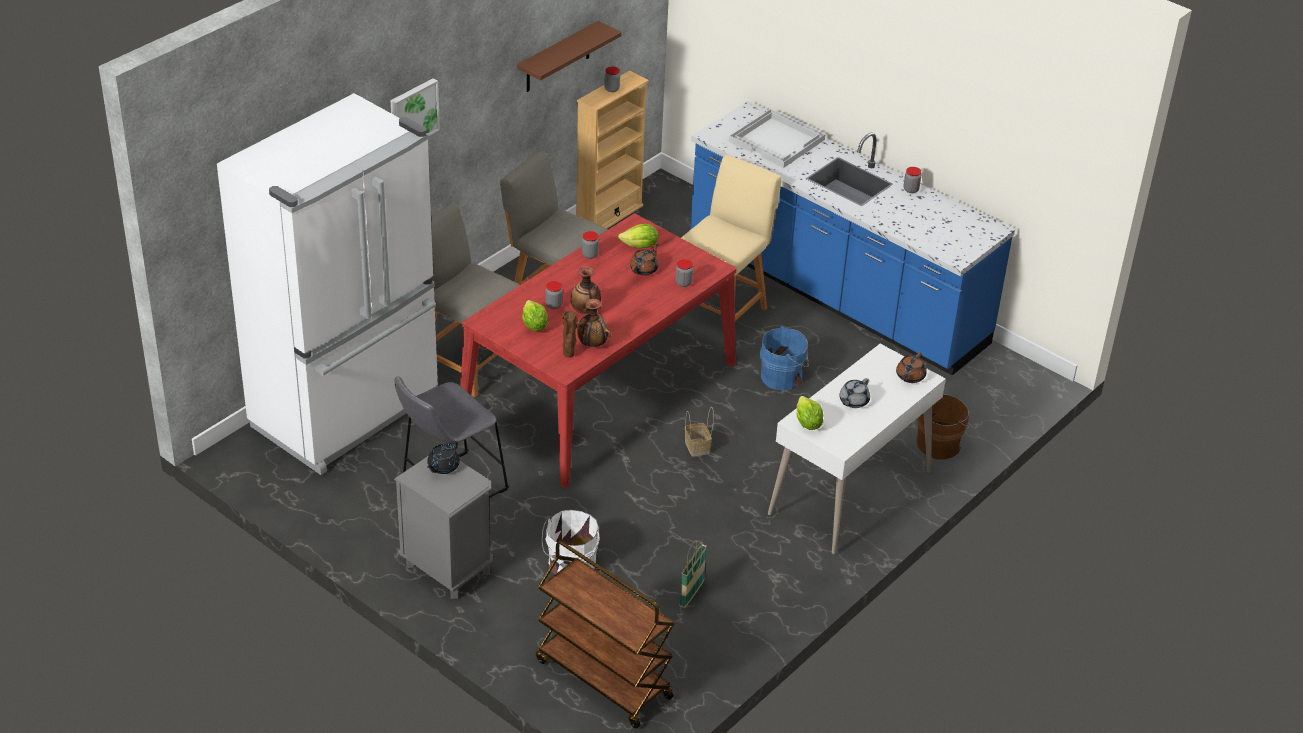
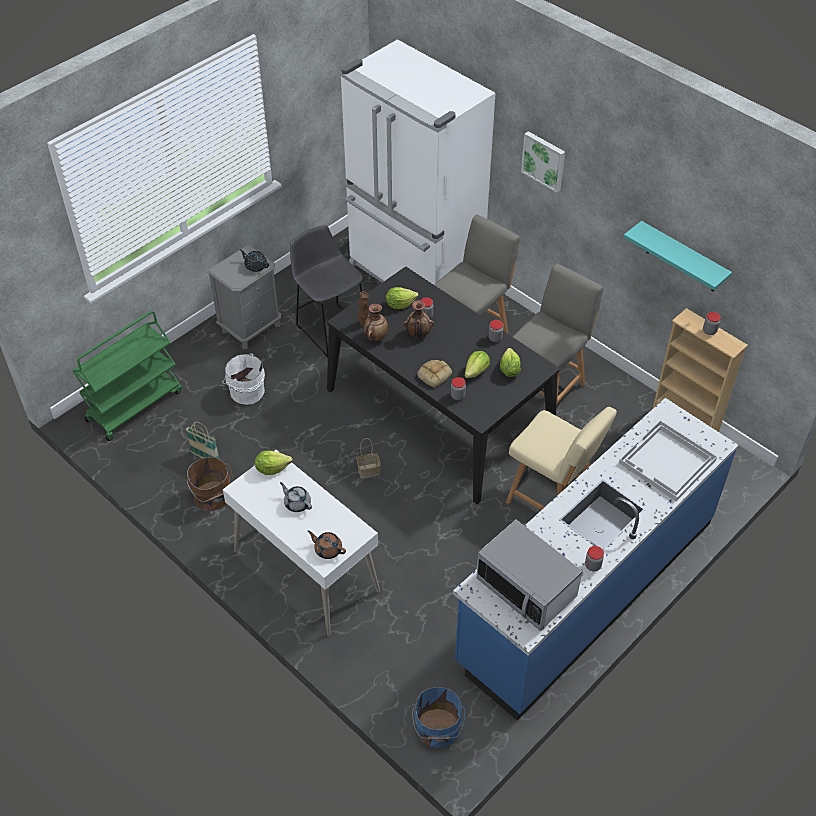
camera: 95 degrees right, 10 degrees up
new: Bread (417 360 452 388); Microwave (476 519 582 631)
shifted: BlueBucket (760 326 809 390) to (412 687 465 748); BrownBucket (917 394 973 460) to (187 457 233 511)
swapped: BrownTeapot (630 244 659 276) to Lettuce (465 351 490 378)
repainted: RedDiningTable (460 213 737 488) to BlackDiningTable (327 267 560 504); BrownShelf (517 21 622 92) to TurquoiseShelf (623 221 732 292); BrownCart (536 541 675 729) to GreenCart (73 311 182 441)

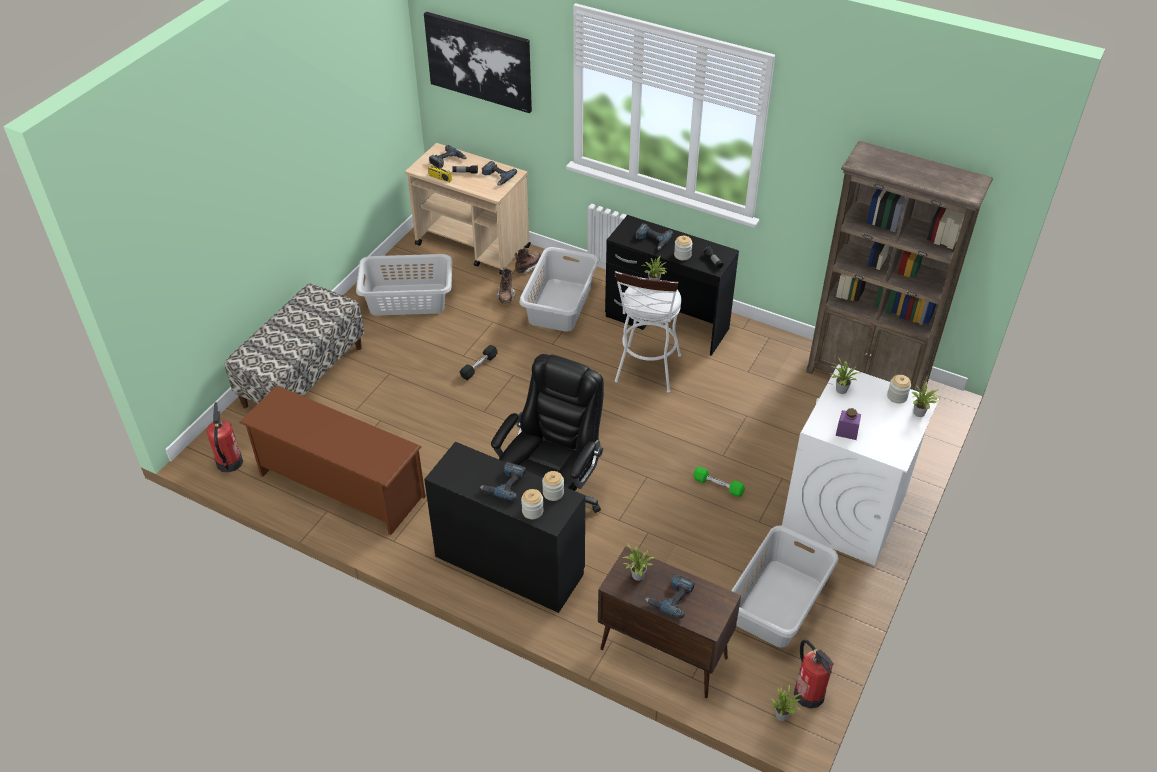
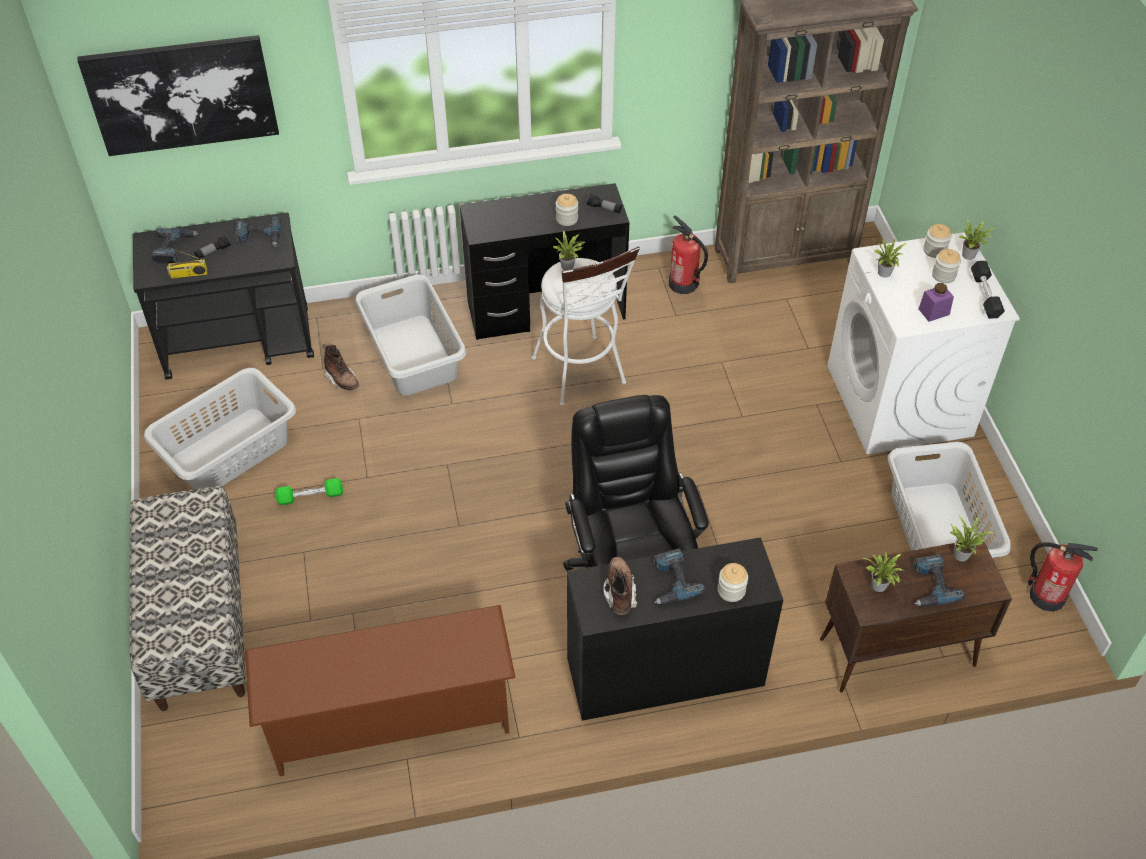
camera: 40 degrees left, 5 degrees up
gone: PowerDrill (635 223 673 250)
shifted: FireExtinguisher (206 402 243 473) to (669 215 708 294); BlackDumbbell (460 345 498 380) to (971 261 1005 318); BrownBoot (515 249 541 275) to (603 557 637 615); Jar (542 471 564 501) to (932 249 961 283); GreenDumbbell (693 467 745 497) to (275 478 343 505); PottedPlant (771 684 801 721) to (950 516 995 562)
repainted: BeigeCart (405 143 531 275) to BlackCart (133 213 314 380)

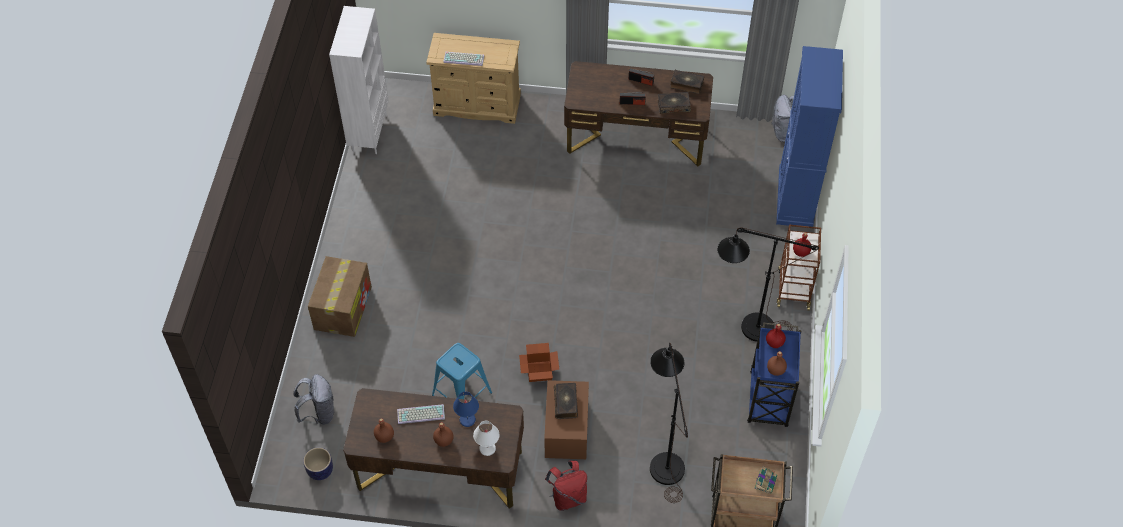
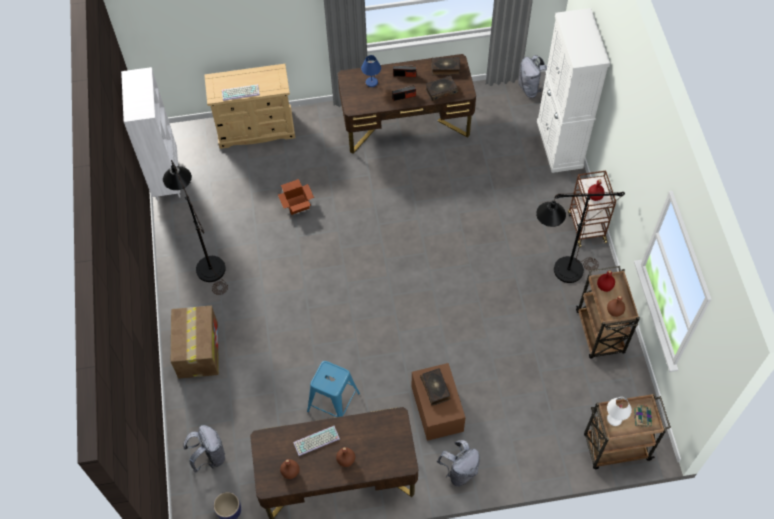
camera: 15 degrees left, 5 degrees up
shifted: BlueTableLamp (453 392 479 427) to (361 55 381 87); WhiteTableLamp (473 421 499 456) to (607 397 632 426); CardboardBox (519 343 559 382) to (278 179 314 215); BlackFloorLamp (650 343 688 503) to (163 160 228 295)
repainted: RedBackpack (545 461 587 511) to GreyBackpack (437 440 480 486); BlueCart (748 323 801 427) to BrownCart (576 266 640 358); BlueCabinet (776 46 843 227) to WhiteCabinet (537 8 610 173)

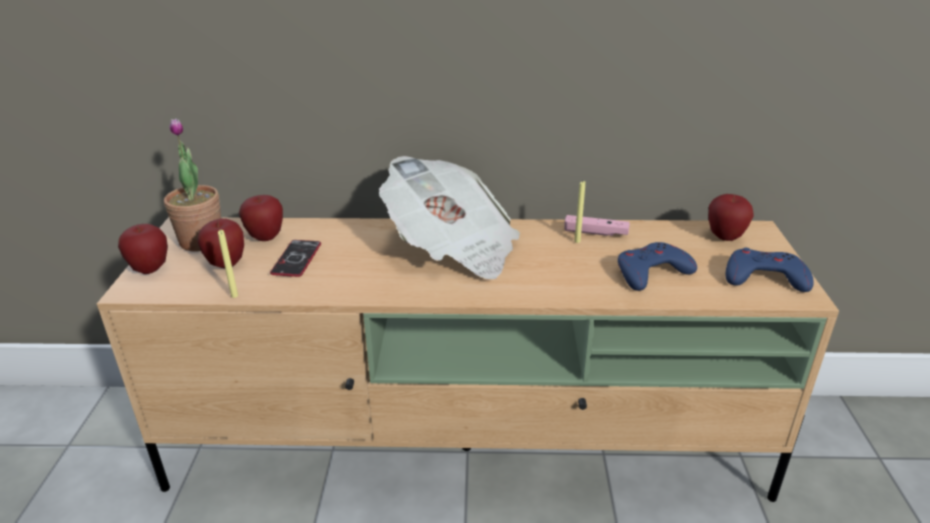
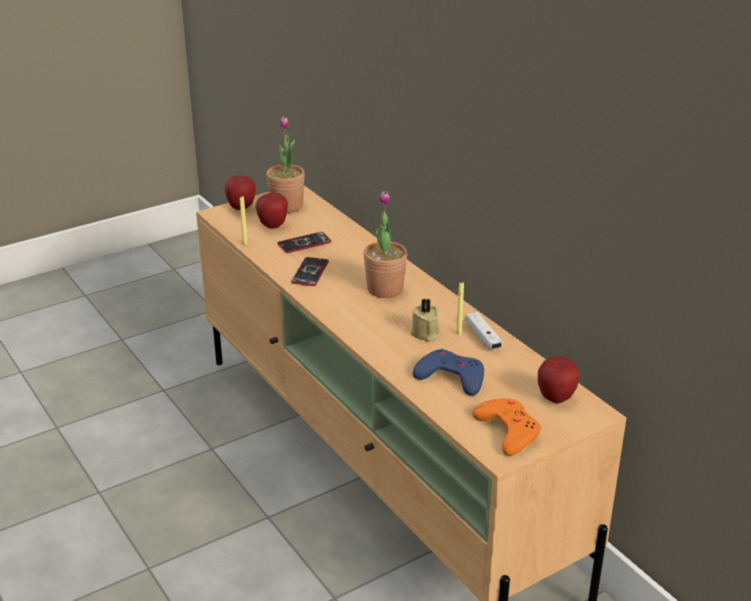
camera: 55 degrees right, 0 degrees up
gone: Apple (239 195 283 241)
new: Phone (291 257 329 286); BeigeCandle (410 298 440 342)
swapped: Newspaper (379 156 520 279) to PottedPlant (363 191 407 298)
repainted: PinkGameController (565 215 630 236) to WhiteGameController (466 312 503 350); BlueGameController (726 247 814 292) to OrangeGameController (472 398 541 456)

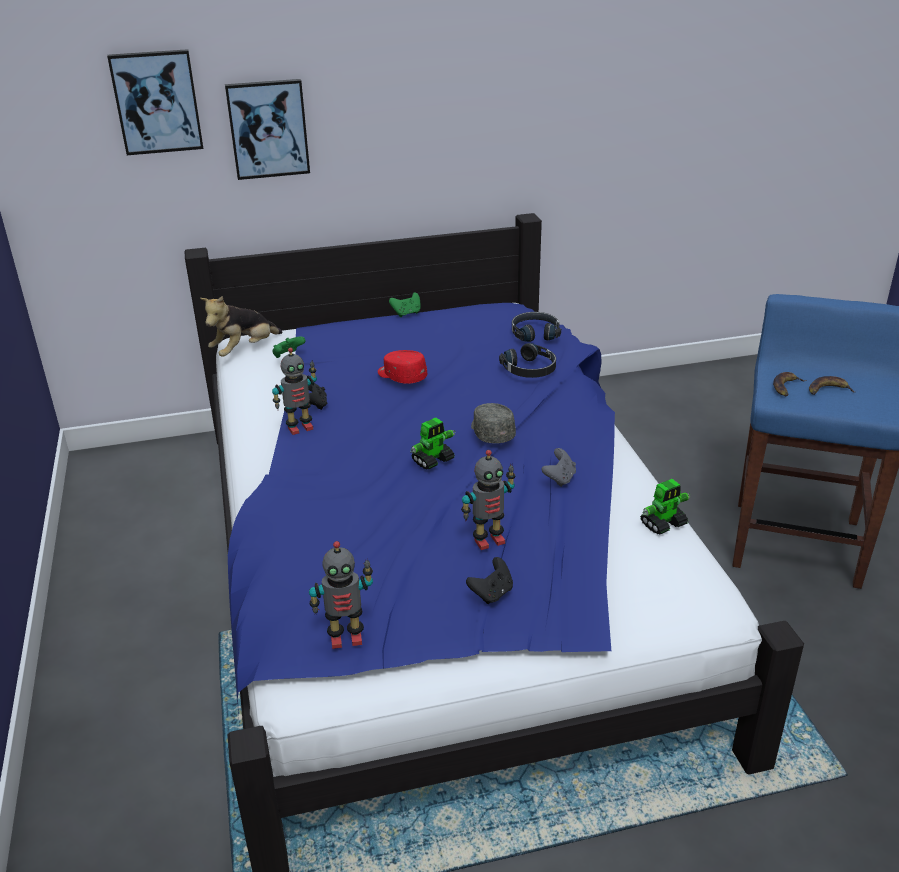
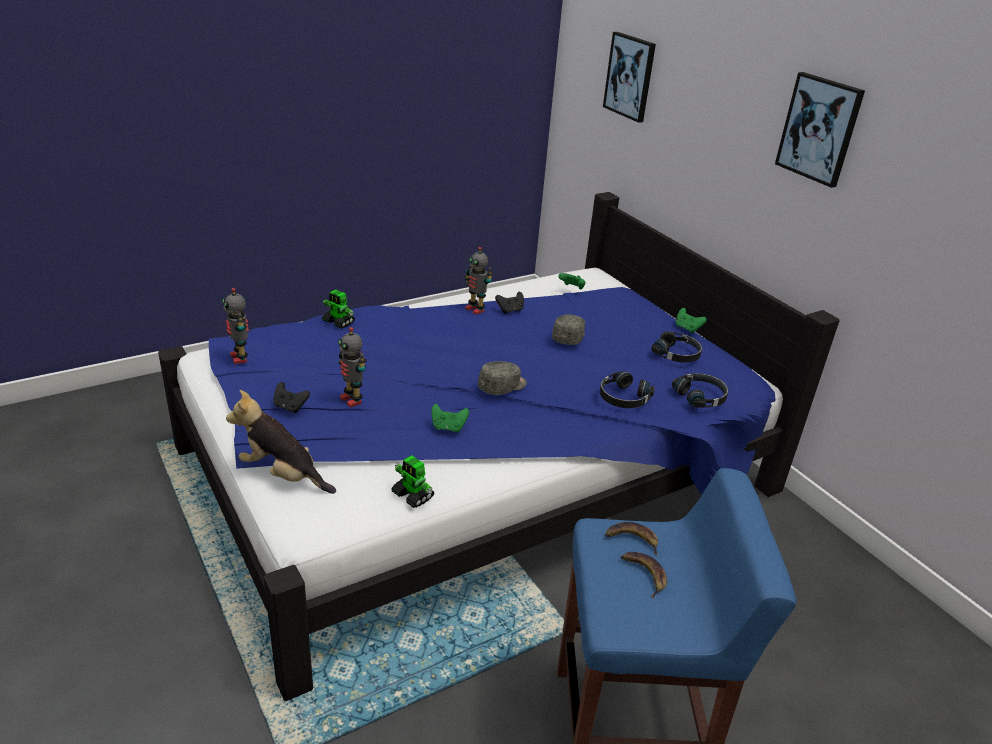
camera: 70 degrees right, 0 degrees up
new: BlackHeadphones (651 331 702 363)
shifted: PlushToy (200 296 282 357) to (226 390 336 494); Picture (225 79 310 180) to (775 72 865 188); ToyRobot (410 417 455 470) to (322 289 355 329)
repainted: RedCap (378 350 427 384) to GreyCap (552 315 585 345); GreyGameController (541 448 576 487) to GreenGameController (432 404 469 432)

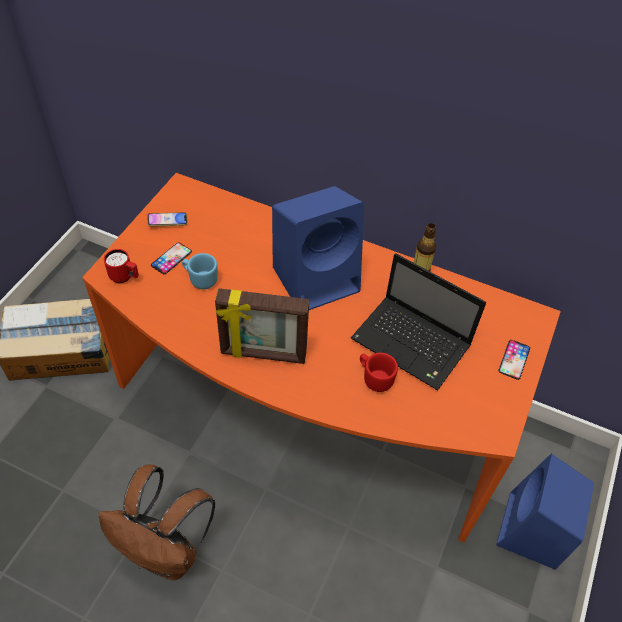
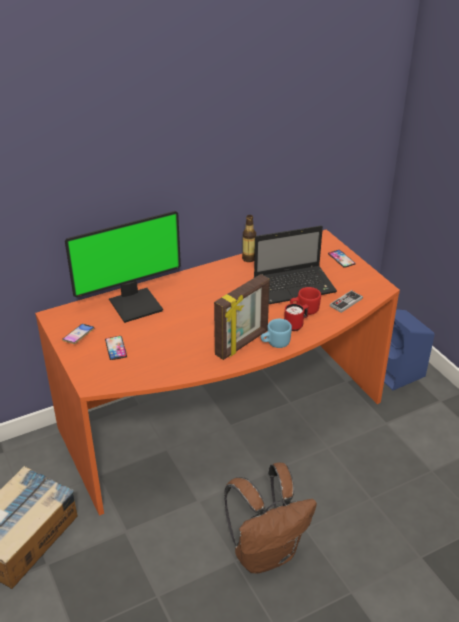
camera: 50 degrees left, 15 degrees down
gone: BlueSpeaker (272 186 364 310)
new: Monitor (65 211 181 323); GameController (330 290 363 313)
shifted: RedMug (104 249 139 283) to (284 303 309 331); BlueMug (182 253 218 289) to (260 319 292 348)

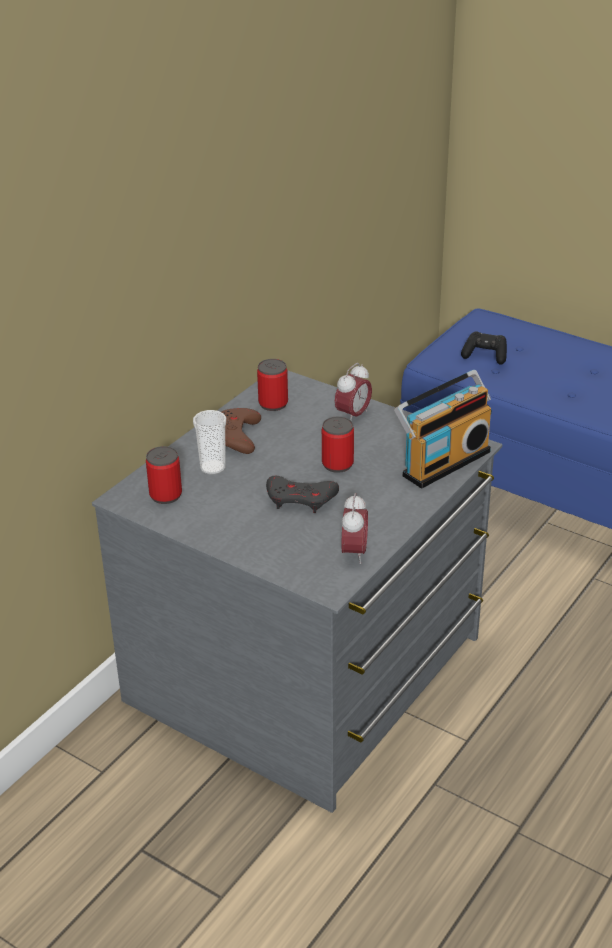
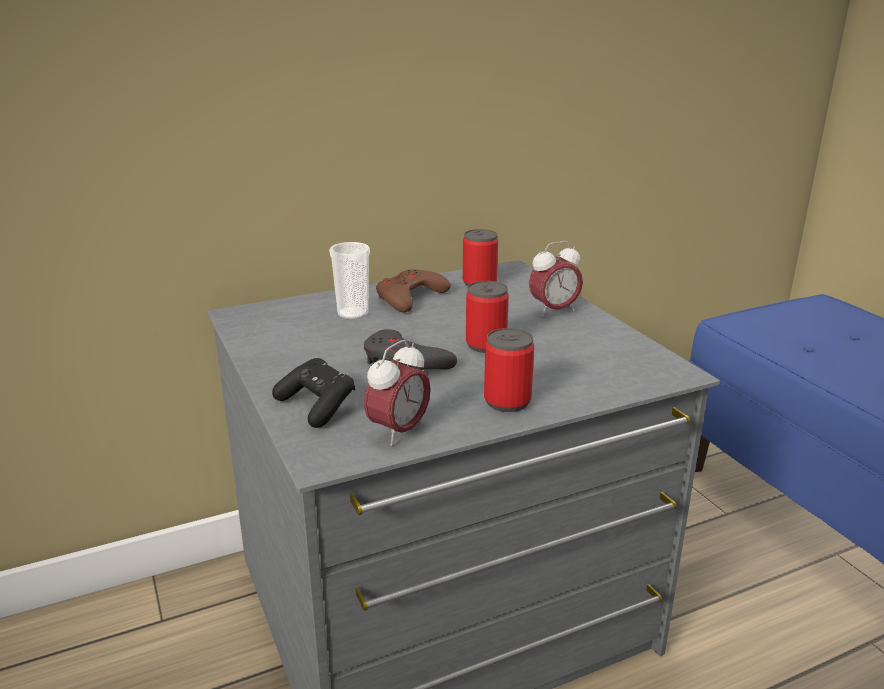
camera: 30 degrees right, 10 degrees down
gone: Radio (394 370 492 489)
shifted: Can (146 446 182 504) to (484 328 534 412); BlackGameController (461 331 507 364) to (272 358 355 428)

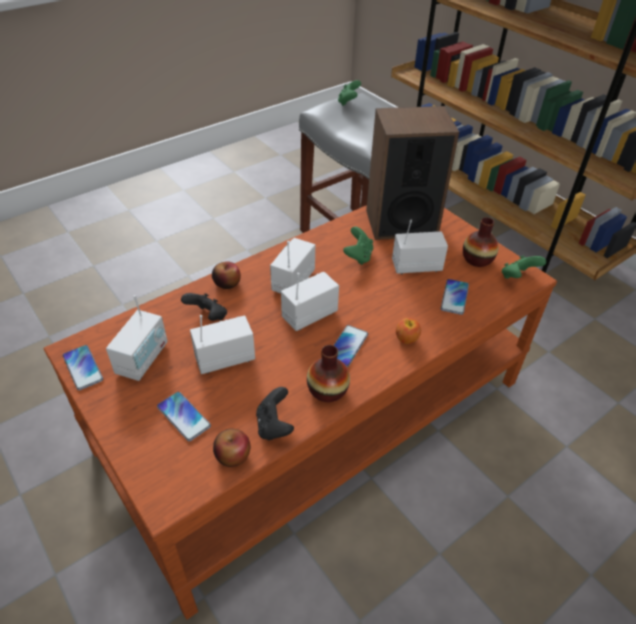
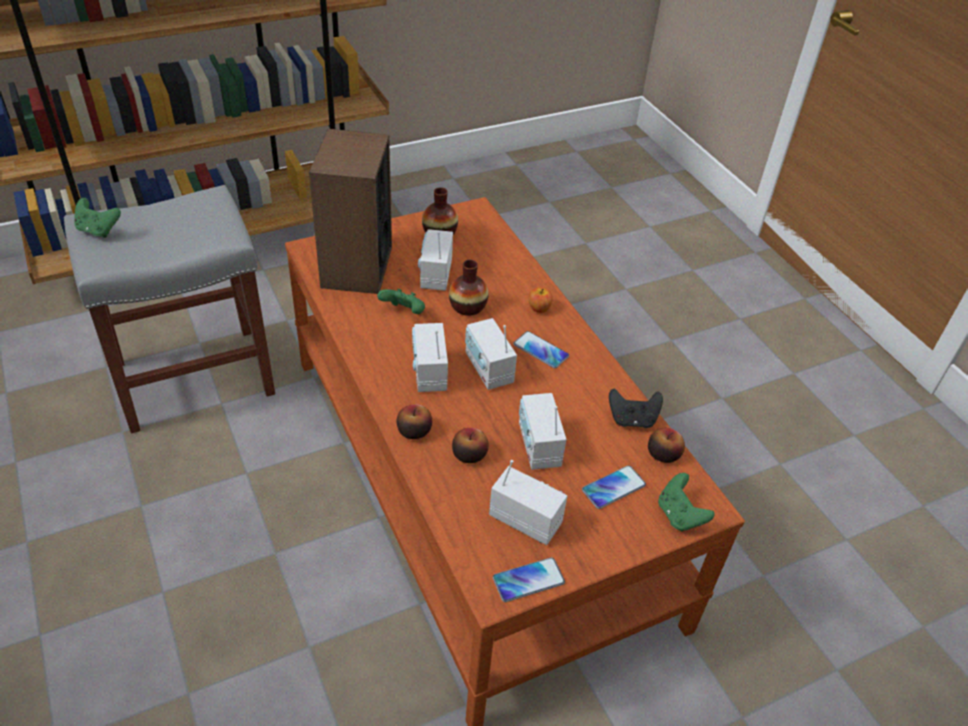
camera: 80 degrees left, 0 degrees up
gone: Phone (441 279 469 315)
shifted: Vase (307 345 350 402) to (449 260 488 316); GreenGameController (502 255 546 279) to (658 473 714 531)
swapped: BlackGameController (181 293 227 321) to Apple (452 428 489 463)
rotated: Radio (270 238 315 294) = (412 323 448 392) 45 degrees clockwise

